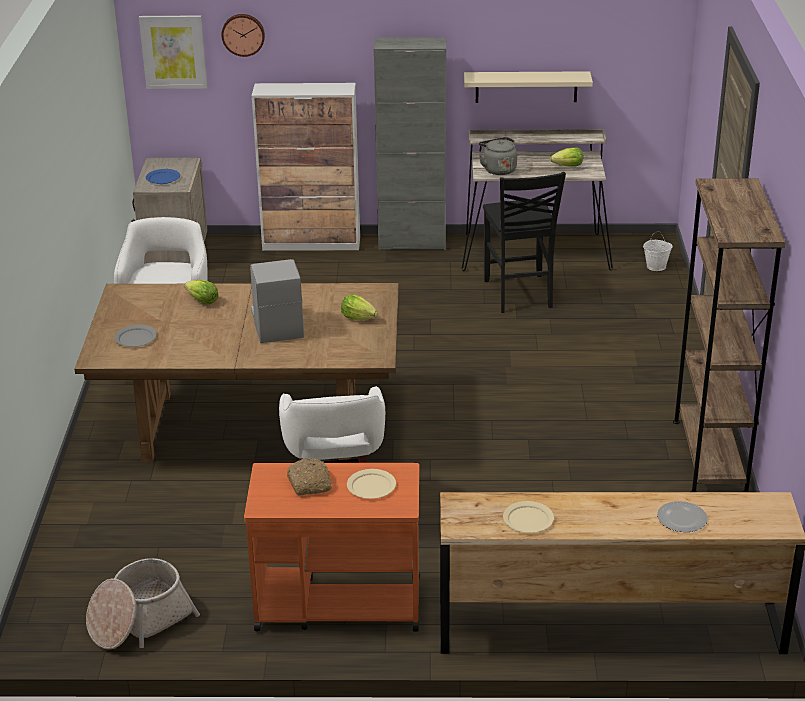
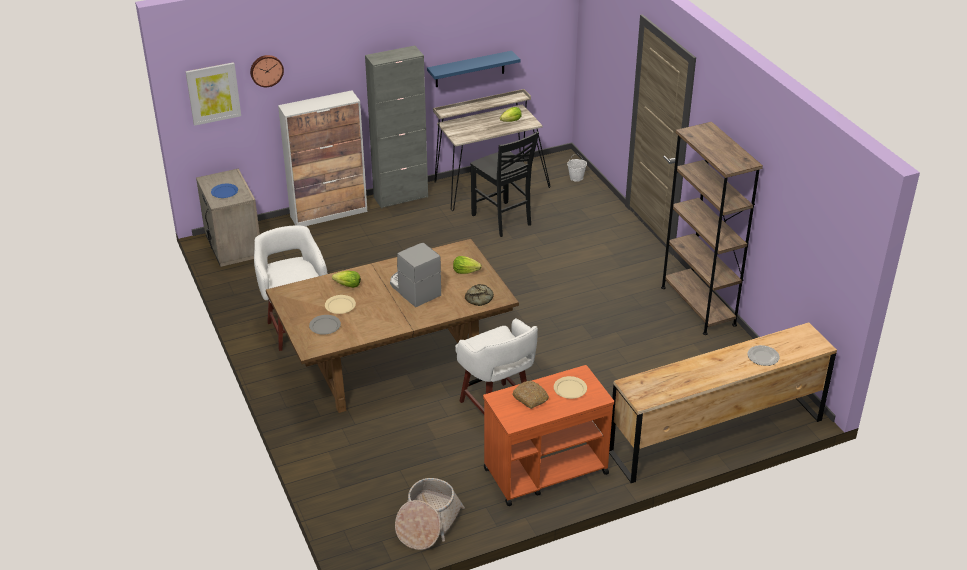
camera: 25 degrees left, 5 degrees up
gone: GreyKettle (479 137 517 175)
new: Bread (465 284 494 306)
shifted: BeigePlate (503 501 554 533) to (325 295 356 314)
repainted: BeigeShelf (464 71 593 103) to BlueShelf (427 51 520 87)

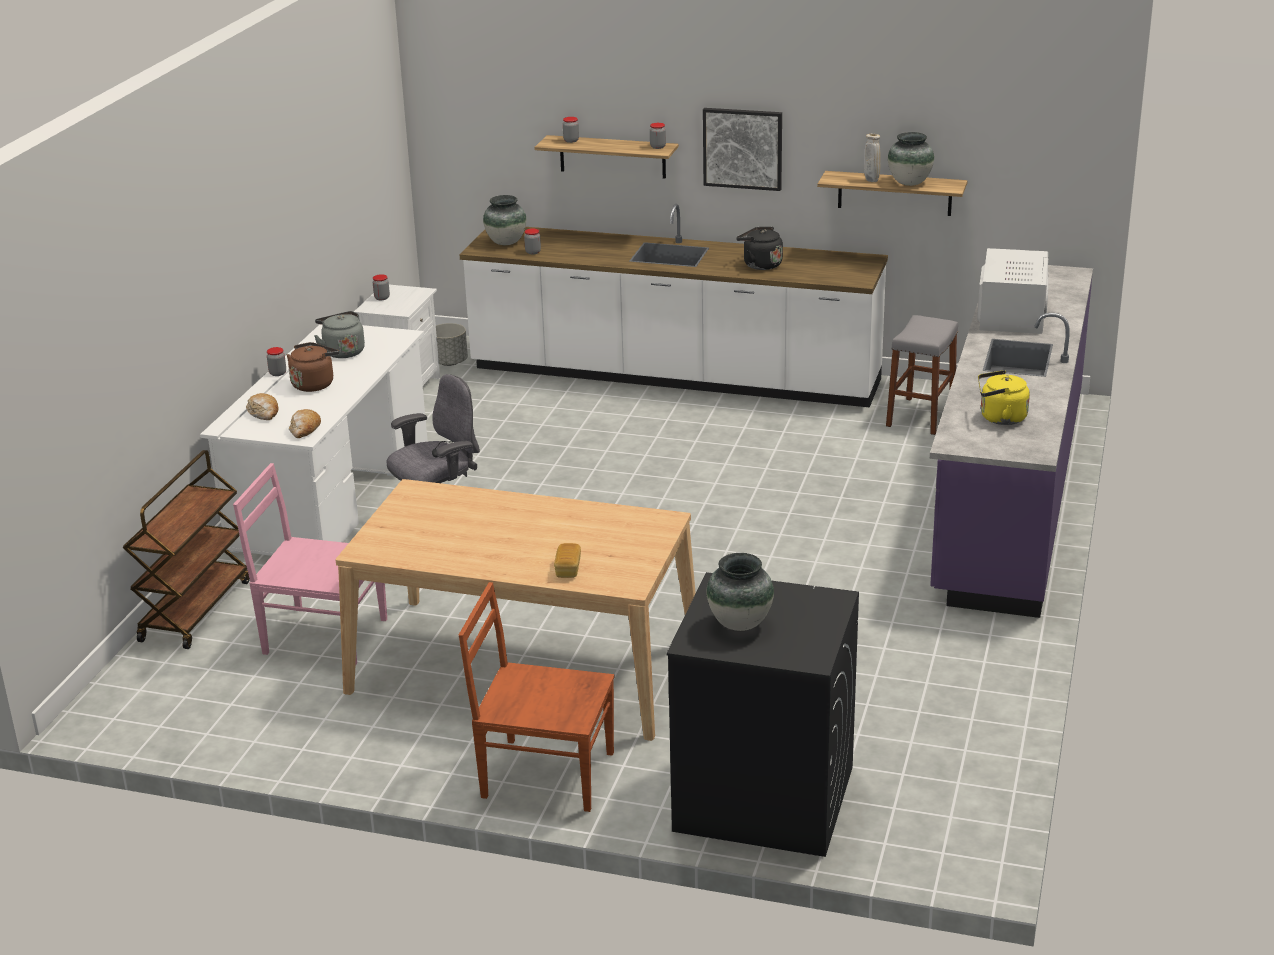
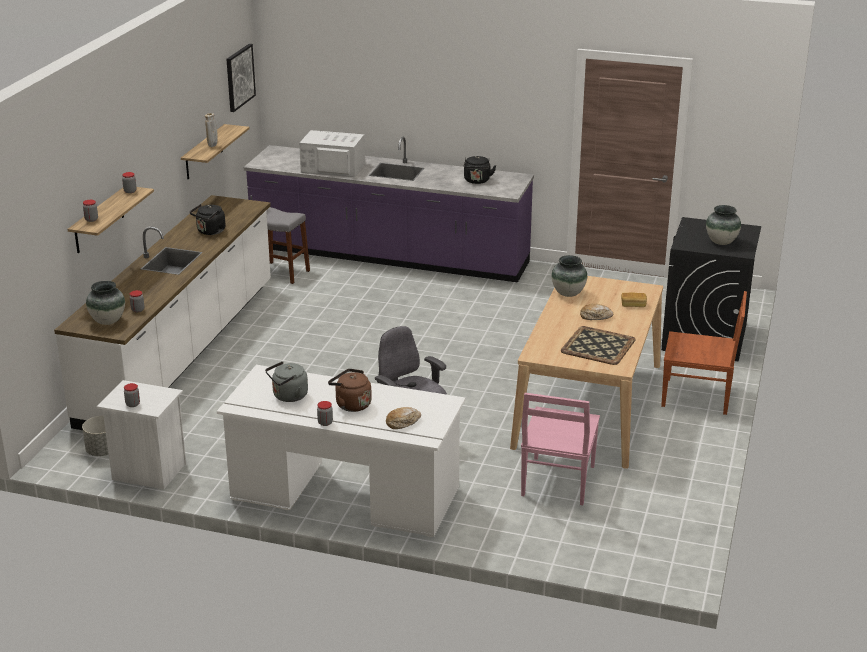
camera: 90 degrees left, 0 degrees up
gone: BrownCart (123 450 250 649)
new: Tray (561 326 635 365)
shifted: Bread (289 409 321 438) to (580 304 613 320); Picture (703 108 782 191) to (226 44 256 112); Vase (888 132 934 186) to (552 255 587 297)
repainted: YellowKettle (978 370 1030 425) to BlackKettle (464 156 496 184)
rotated: BrownChair (459 582 615 812) = (661 291 747 415) 90 degrees counterclockwise

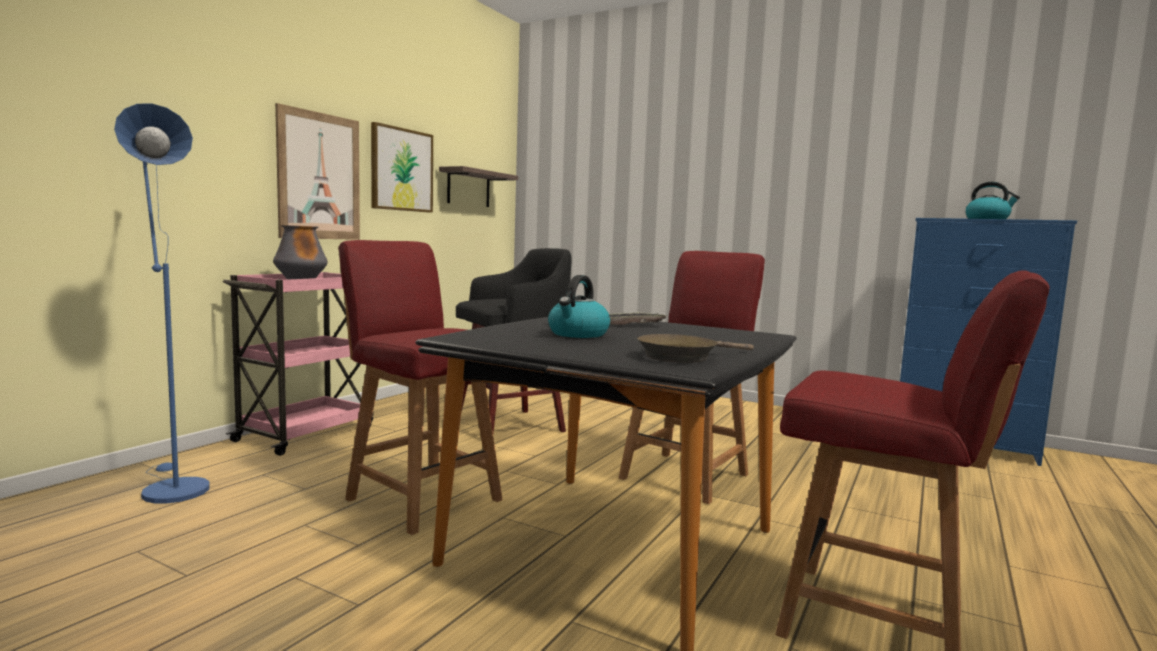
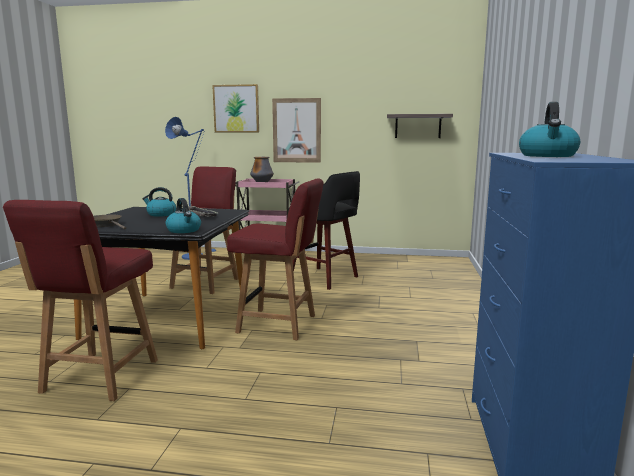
camera: 70 degrees right, 5 degrees up
new: Kettle (166 198 201 233)
shifted: Picture (371 122 433 213) to (212 84 259 132)

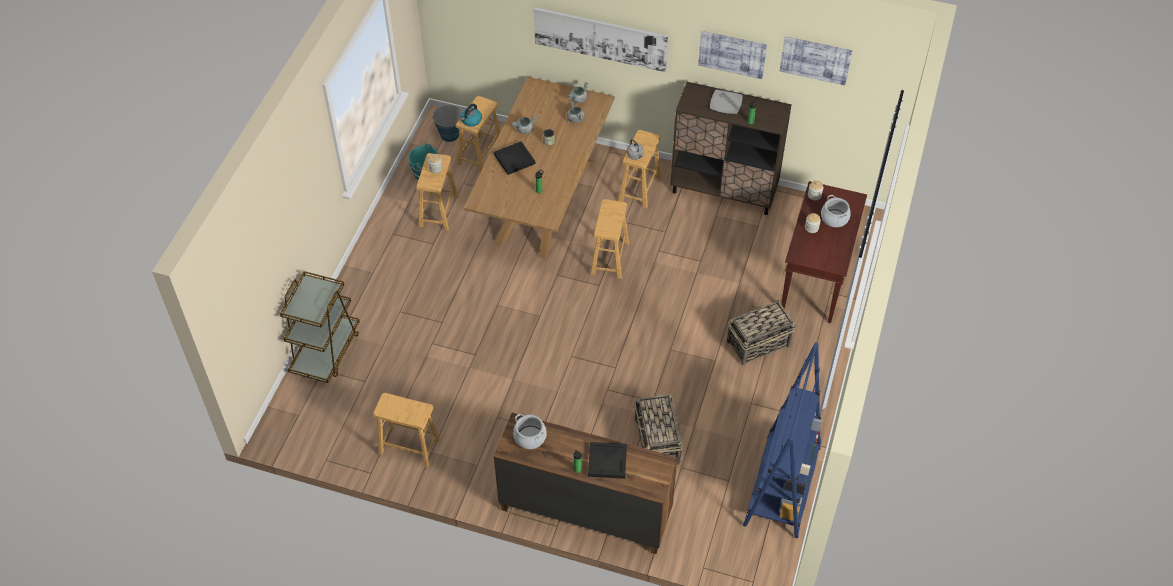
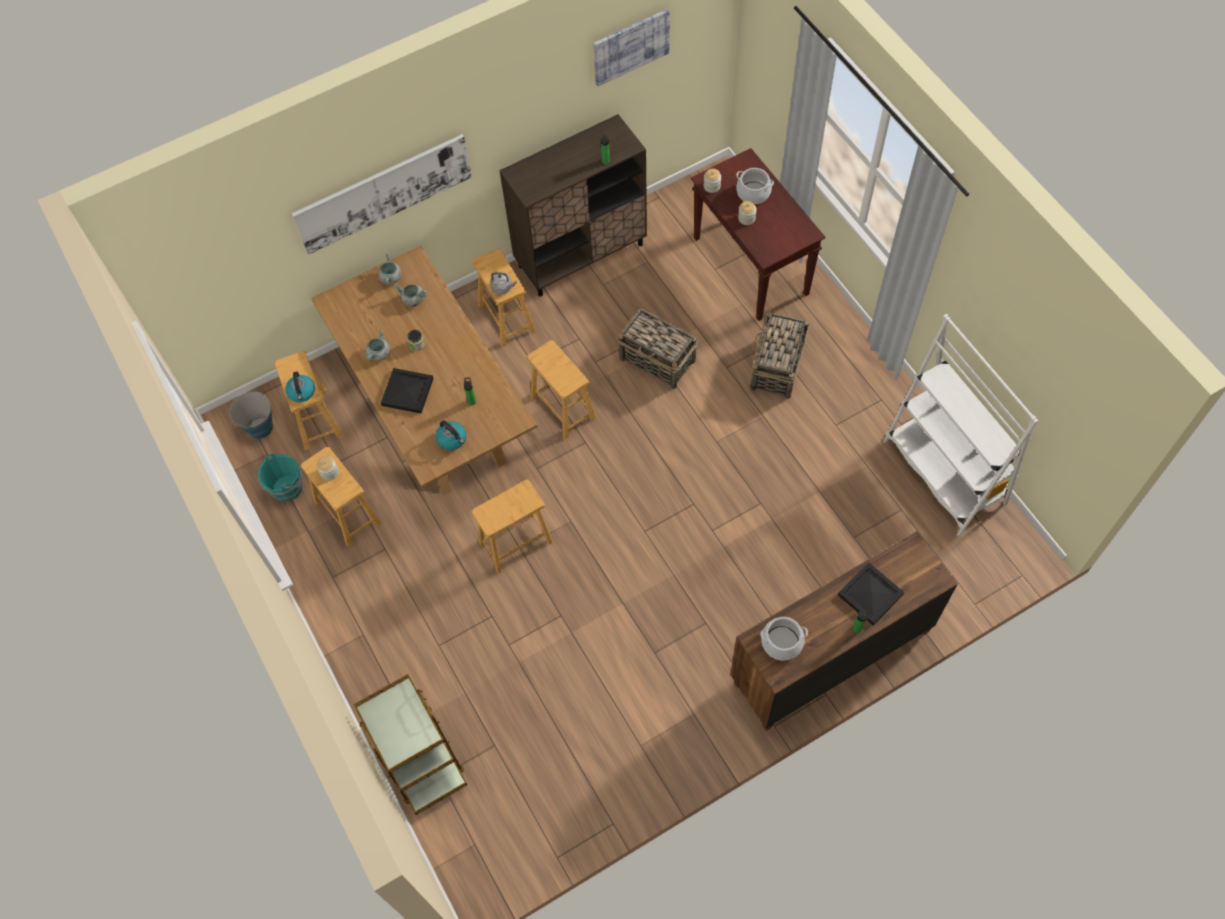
camera: 45 degrees left, 10 degrees up
gone: Picture (698 31 767 79); Plate (710 90 743 114)
new: Kettle (436 420 466 450)
shifted: BrownStool (373 393 440 467) to (471 480 553 574); Basket (633 395 683 464) to (617 309 698 389)
repainted: BlueBookcase (743 342 822 538) to WhiteBookcase (883 314 1038 537)

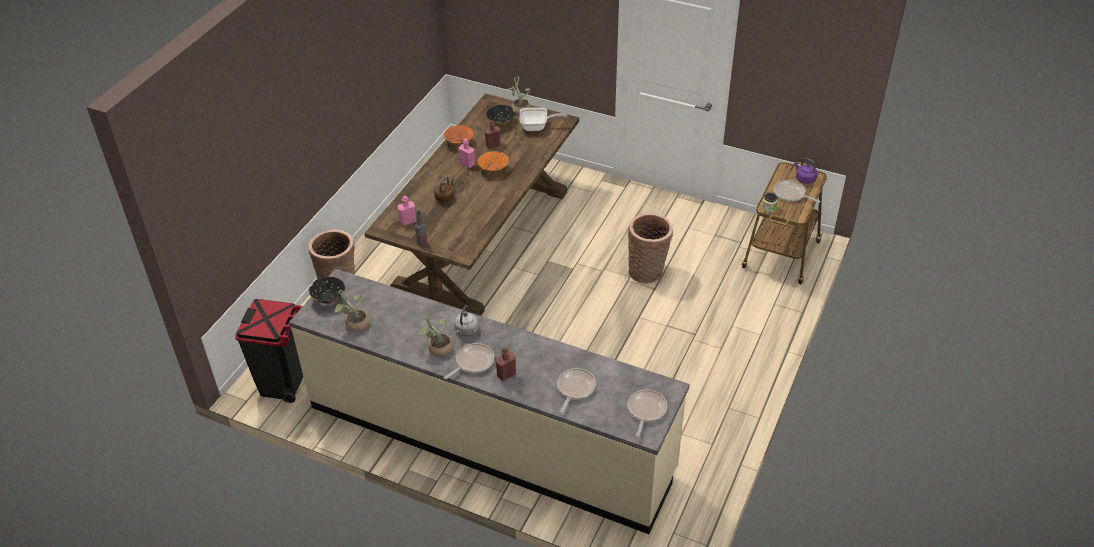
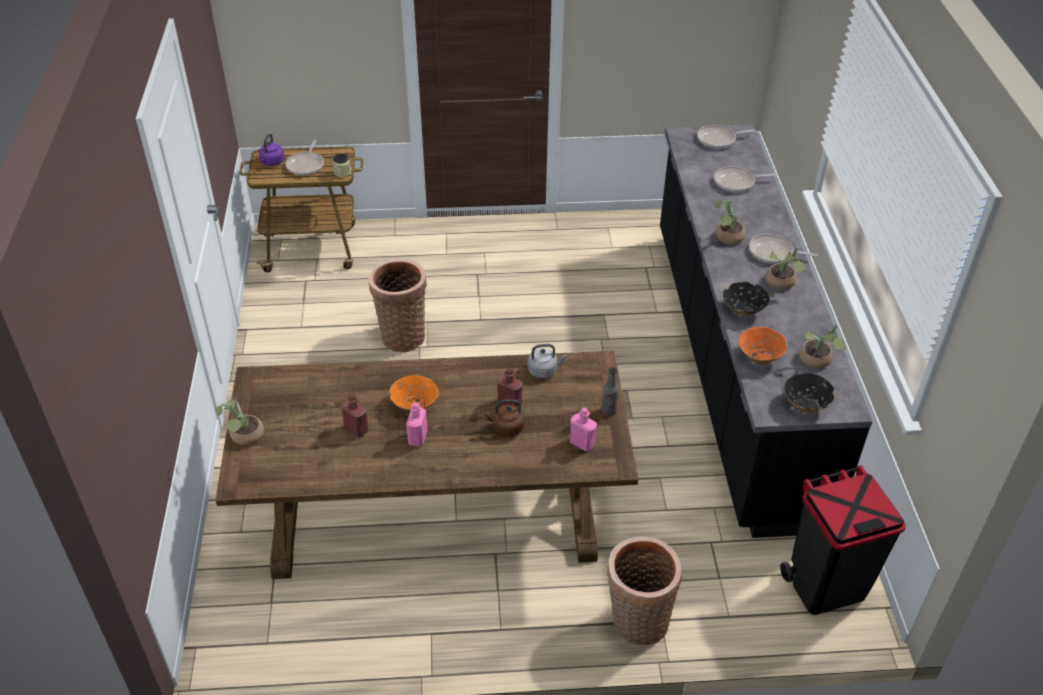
camera: 120 degrees left, 0 degrees up
gone: FryingPan (520 108 567 131)
new: PottedPlant (714 199 745 244)
shifted: OrangeBowl (444 125 473 147) to (739 327 788 364); GreyKettle (454 305 478 336) to (528 344 567 378); BlackBowl (486 105 515 127) to (723 282 770 316); RedBottle (495 347 516 381) to (497 368 523 408)
repainted: BeigeCounter (289 268 690 534) to BlackCounter (660 125 873 538)

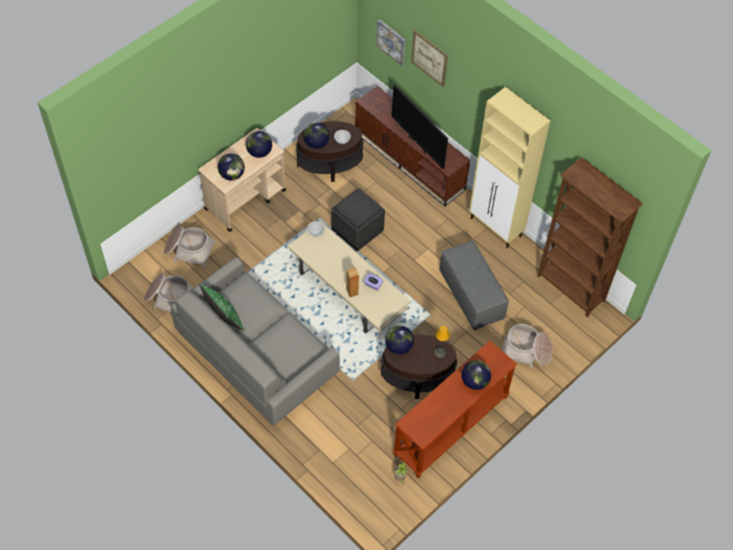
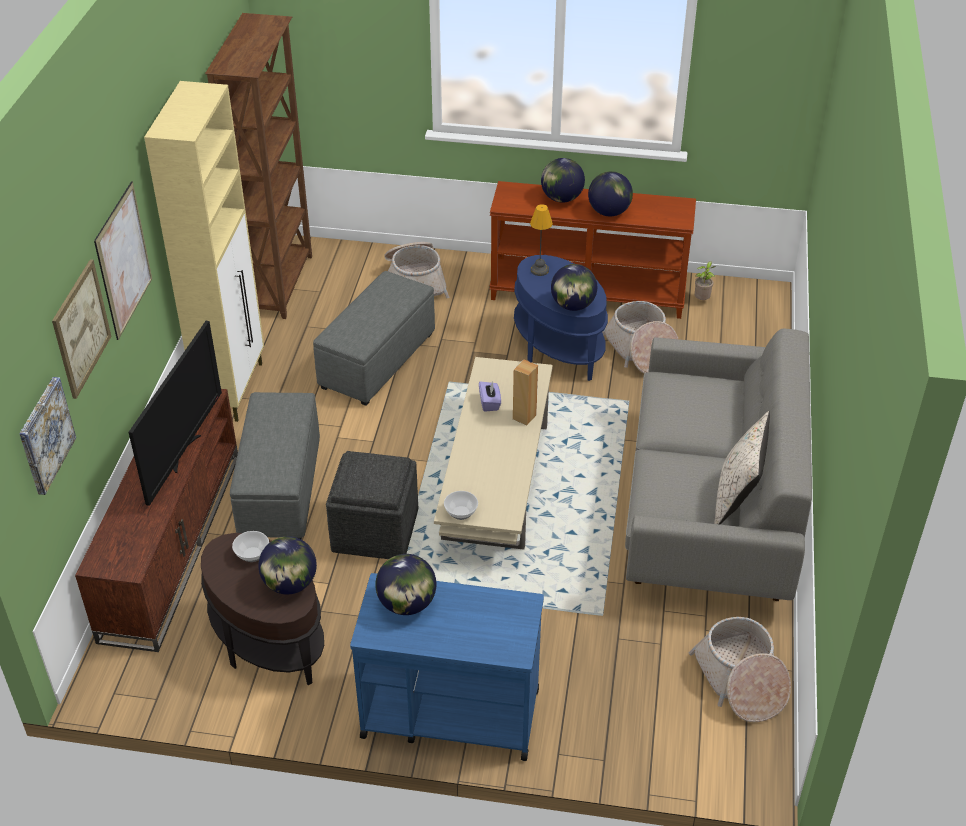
camera: 125 degrees left, 15 degrees down
new: Picture (94 181 152 340); GreyOttoman (230 392 320 540)
shifted: Basket (164 226 216 269) to (602 301 678 374); Globe (218 153 245 181) to (588 171 633 216)
repainted: BeigeCart (198 128 286 232) to BlueCart (350 573 544 761); GreenPillow (199 283 244 331) to BeigePillow (714 411 770 525); BrownSideTable (381 335 457 399) to BlueSideTable (514 255 608 381)

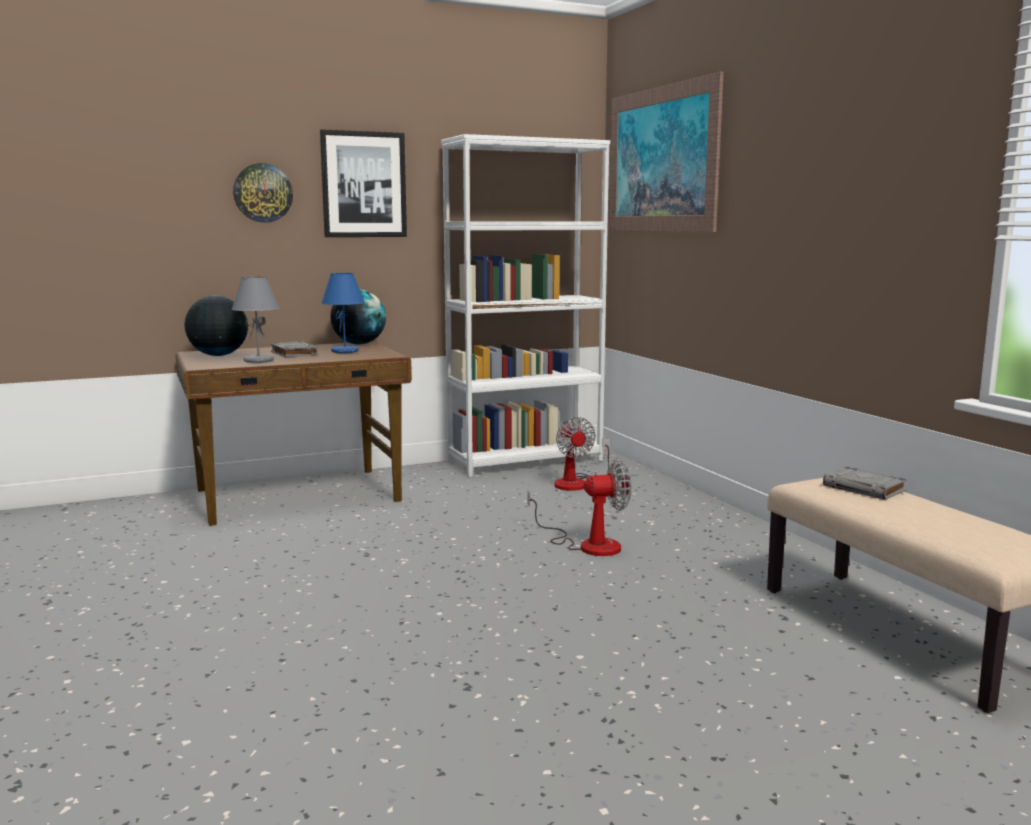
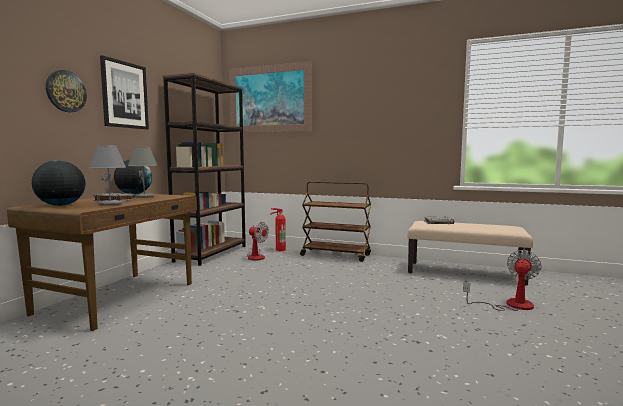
camera: 45 degrees left, 5 degrees down
new: FireExtinguisher (270 208 286 251); BrownCart (300 182 371 262)
shifted: Fan (527 460 631 556) to (463 250 542 311)
repainted: BlueTableLamp (321 273 365 353) to GreyTableLamp (128 147 158 198); WhiteBookcase (442 134 610 477) to BrownBookcase (163 73 246 266)

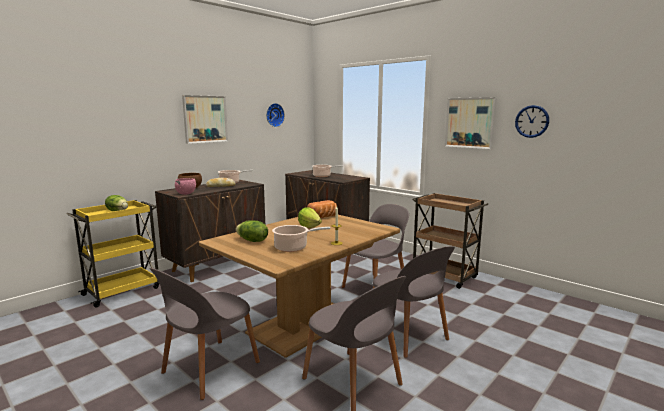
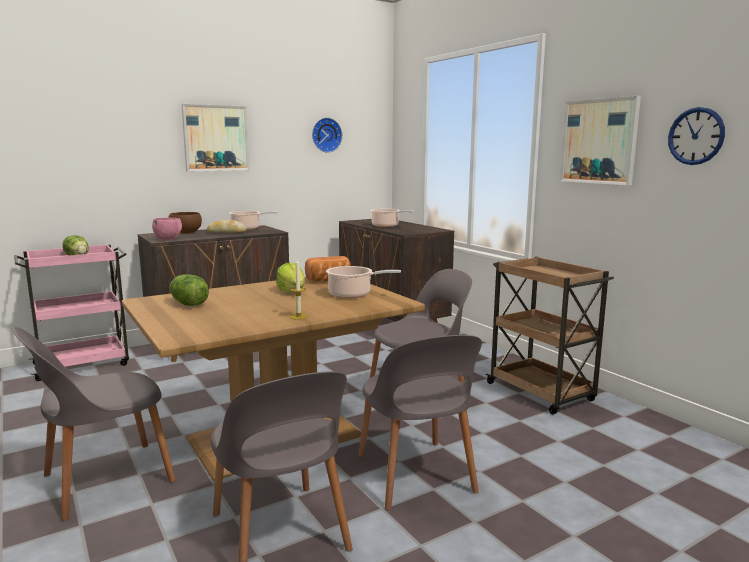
camera: 15 degrees right, 0 degrees up
shifted: CookingPot (272 225 330 252) to (326 266 401 298)
repainted: YellowCart (67 200 159 307) to PinkCart (14 244 129 381)

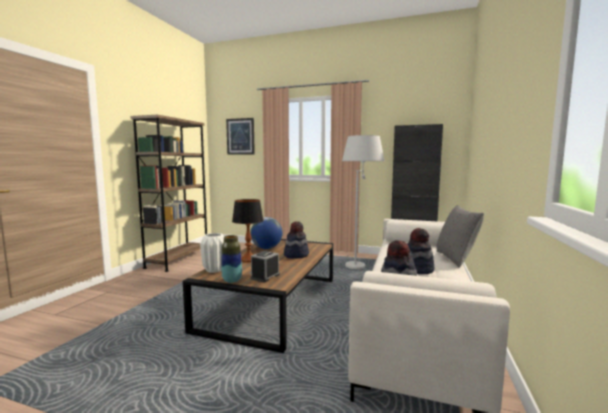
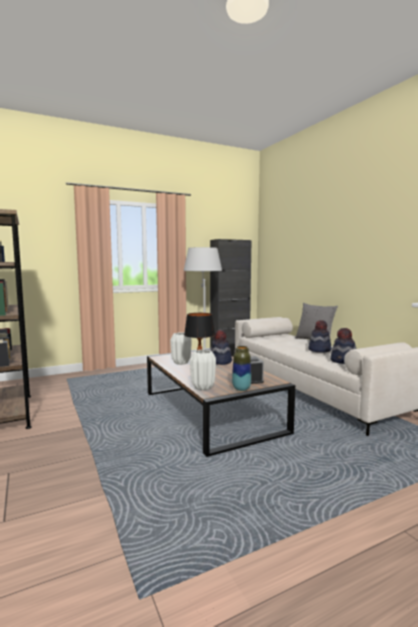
camera: 45 degrees left, 0 degrees up
gone: Picture (226 118 255 155)
swapped: Globe (250 217 283 249) to WhiteVase (170 332 192 365)

